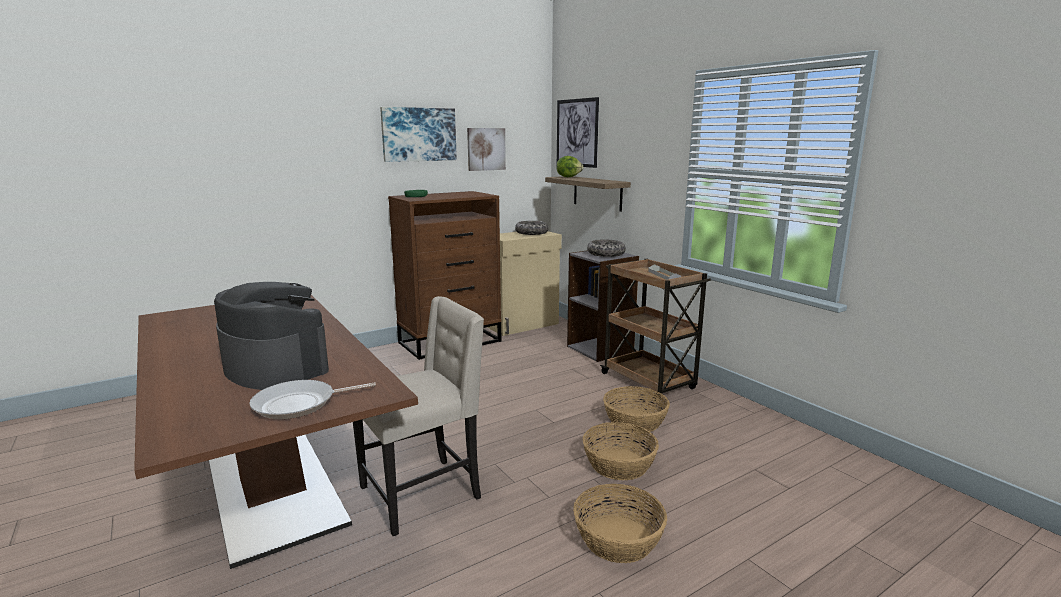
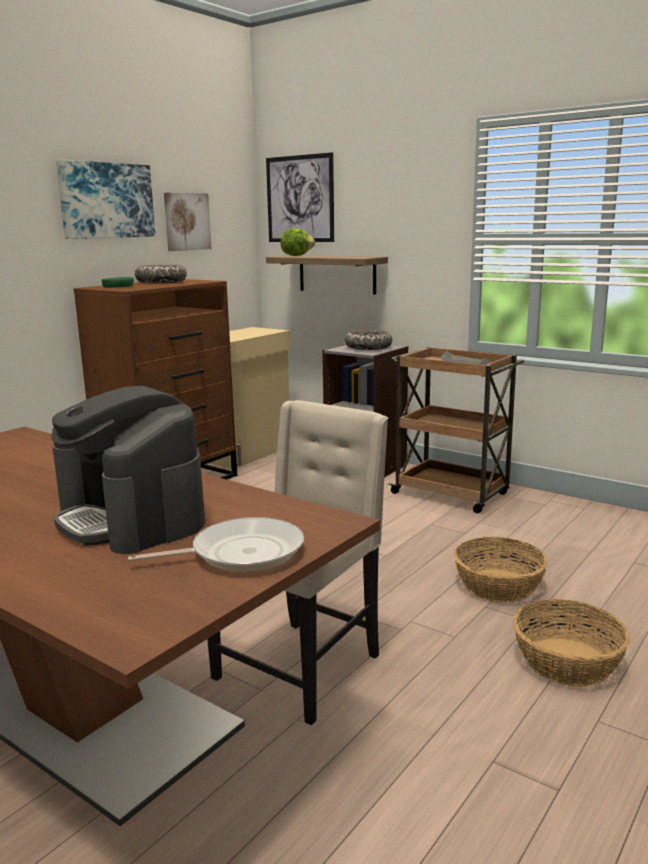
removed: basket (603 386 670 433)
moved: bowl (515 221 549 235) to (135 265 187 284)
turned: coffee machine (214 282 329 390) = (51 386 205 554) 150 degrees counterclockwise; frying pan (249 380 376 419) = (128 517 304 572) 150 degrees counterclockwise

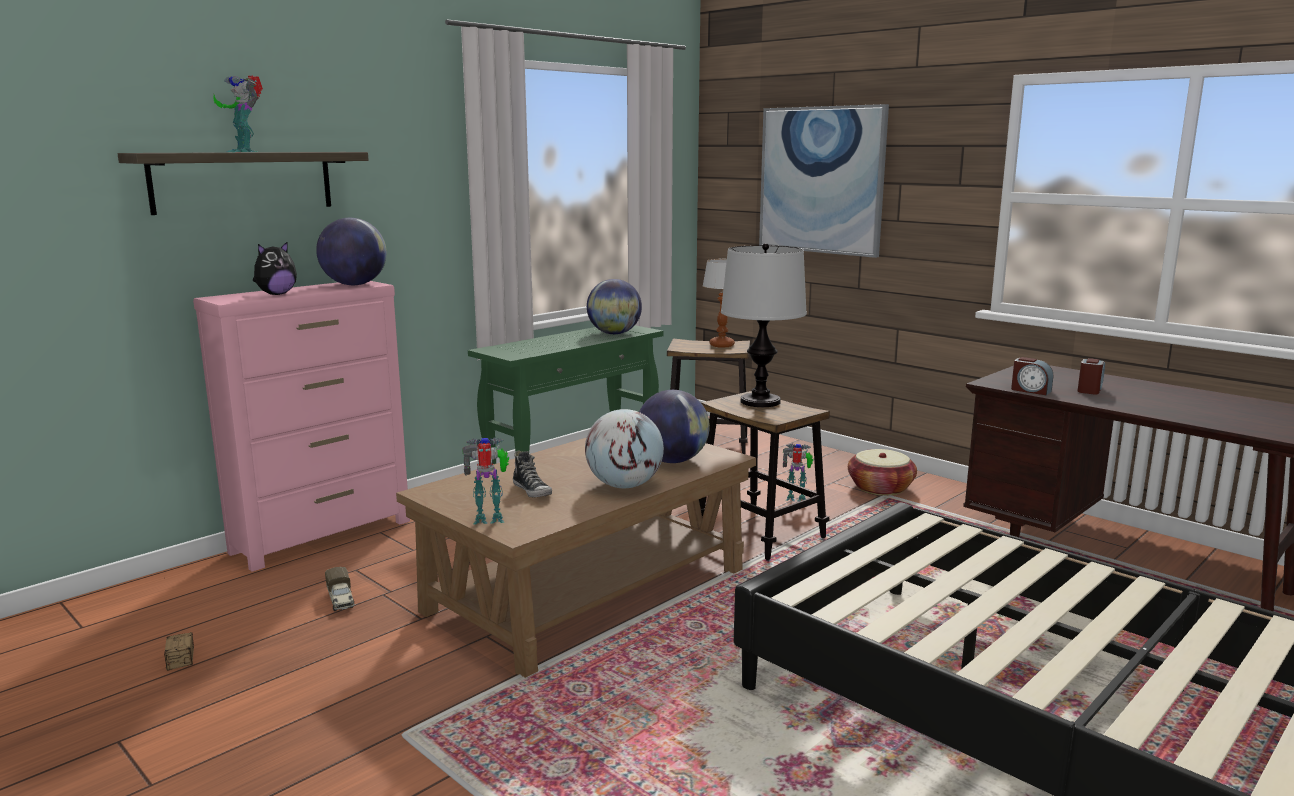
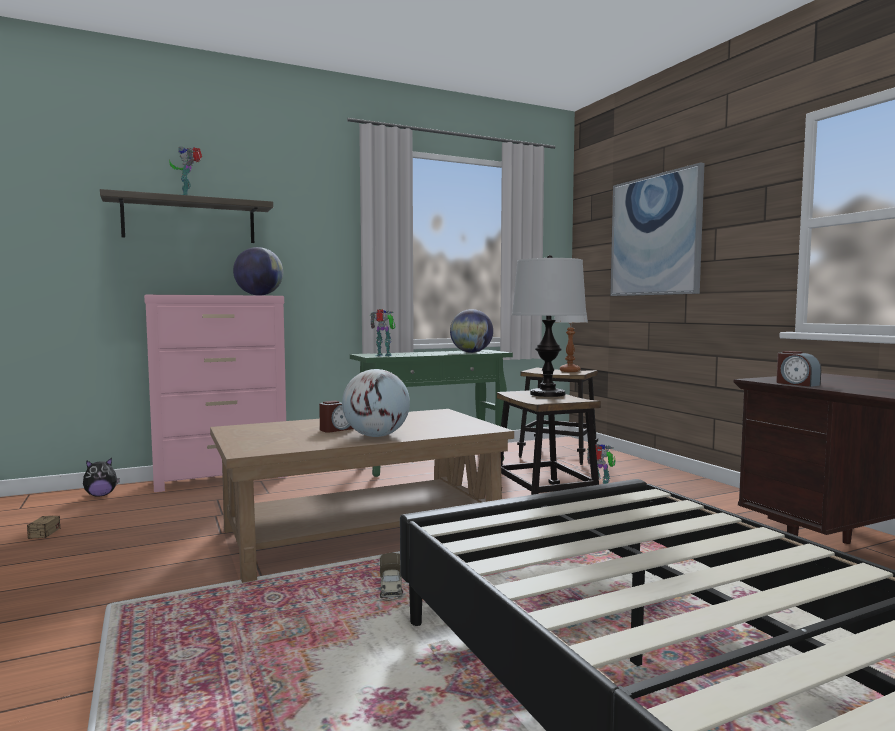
removed: shoe (513 451 552 497); globe (639 390 710 463); basket (848 449 917 496)
moved: plush toy (253 242 297 295) to (83 458 120 497); toy truck (325 567 355 611) to (380 553 403 598); toy robot (462 437 509 524) to (370 309 396 356); alarm clock (1078 358 1105 395) to (319 401 353 433)

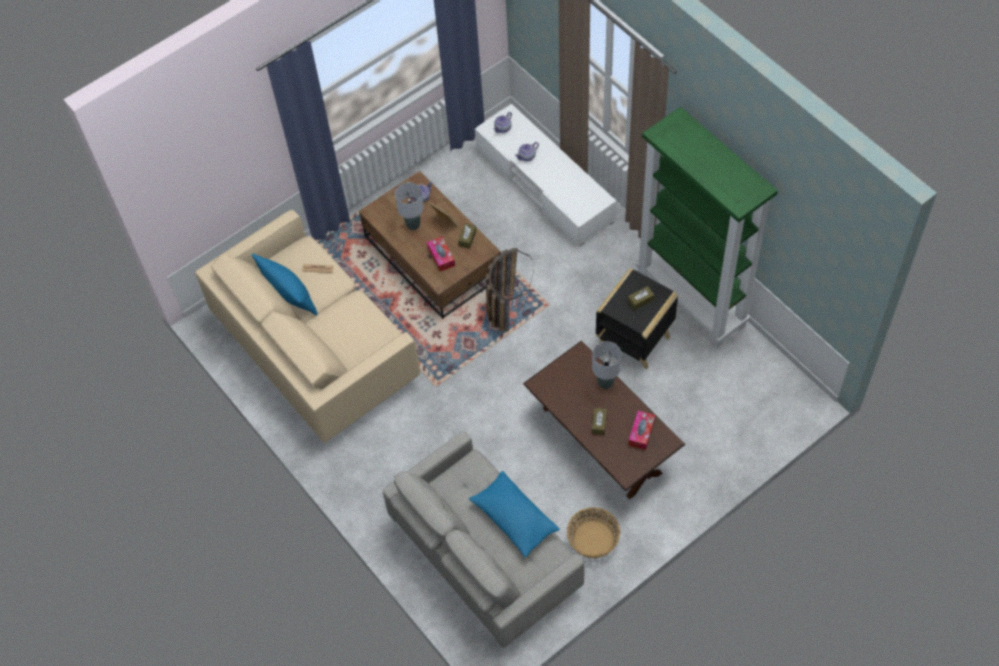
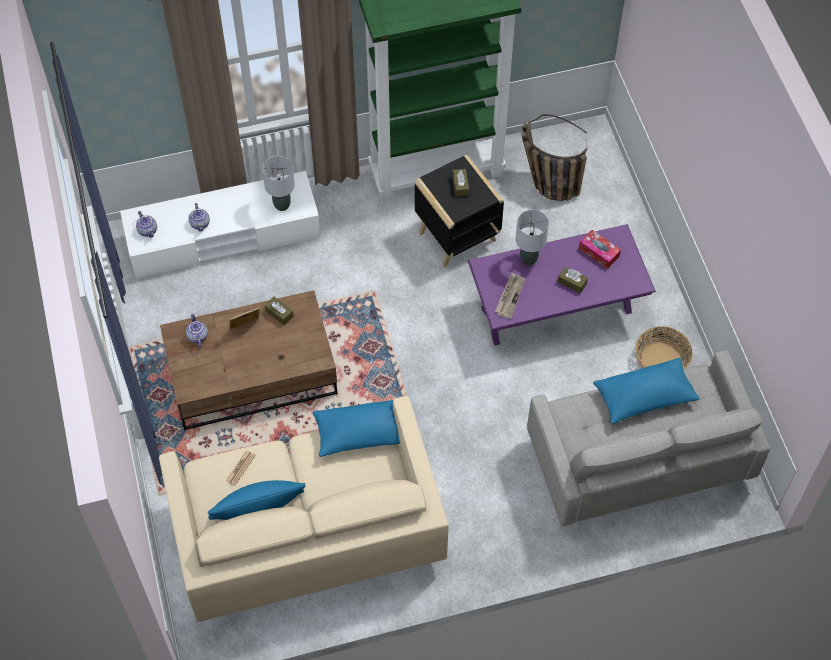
removed: tissue box (427 236 455 272)
added: pillow in blue (313 400 400 457); newspaper (495 272 525 319)
moved: table lamp in grey (395 182 424 230) to (262 156 295 211); basket (486 248 534 332) to (521 114 587 201)
recoloured: coffee table in brown (523 341 685 499) to coffee table in purple (468 224 656 346)

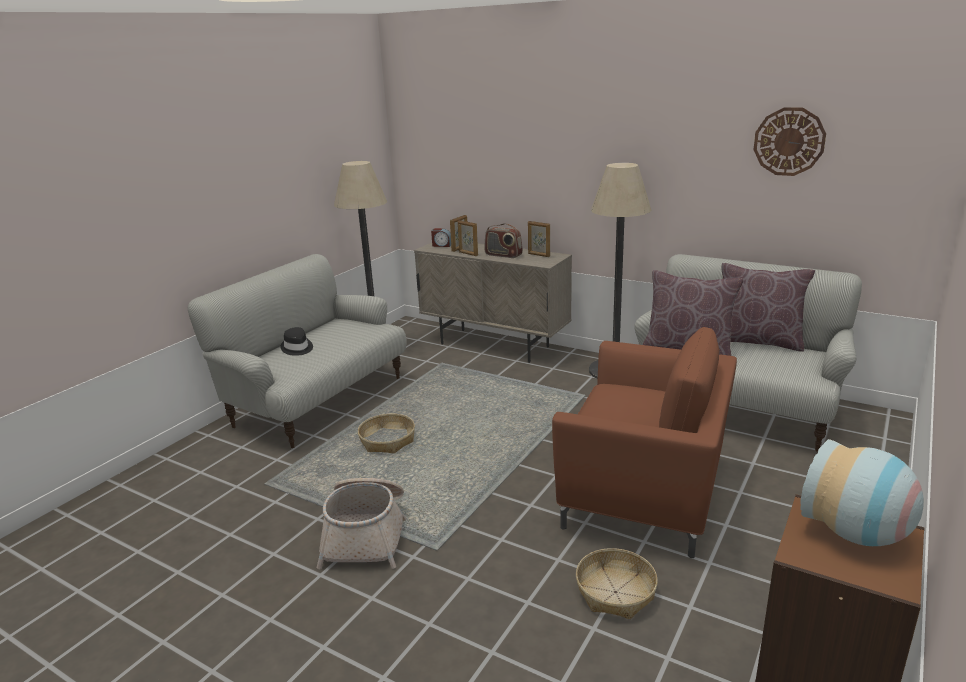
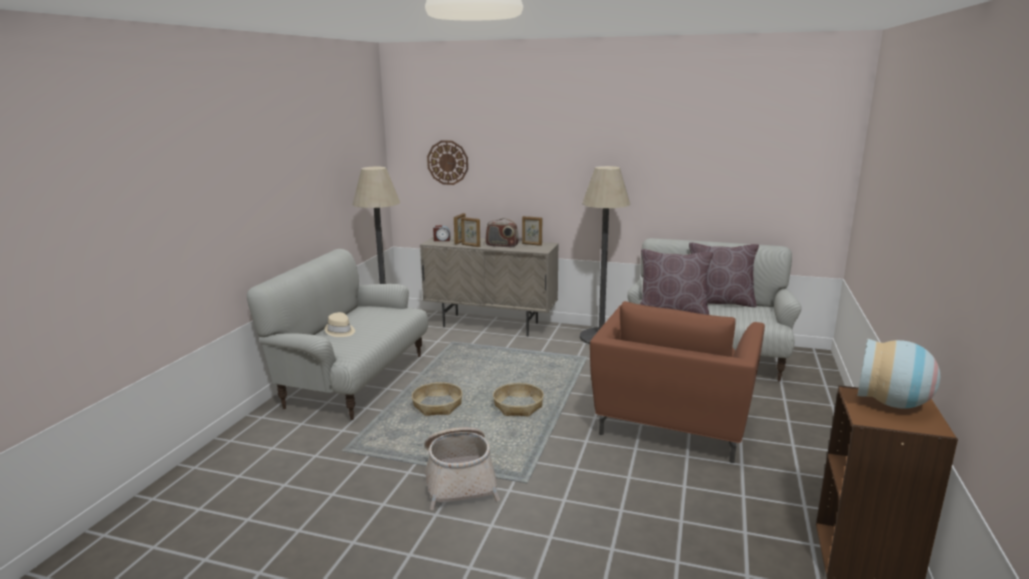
moved: basket (576 548 658 619) to (493 383 544 416); wall clock (754 107 826 176) to (427 140 468 185)
recoloured: hat in black (280 327 313 356) to hat in beige (324 312 355 337)
turned: armchair in brown (552 327 737 558) = (590 301 765 463) 105 degrees clockwise

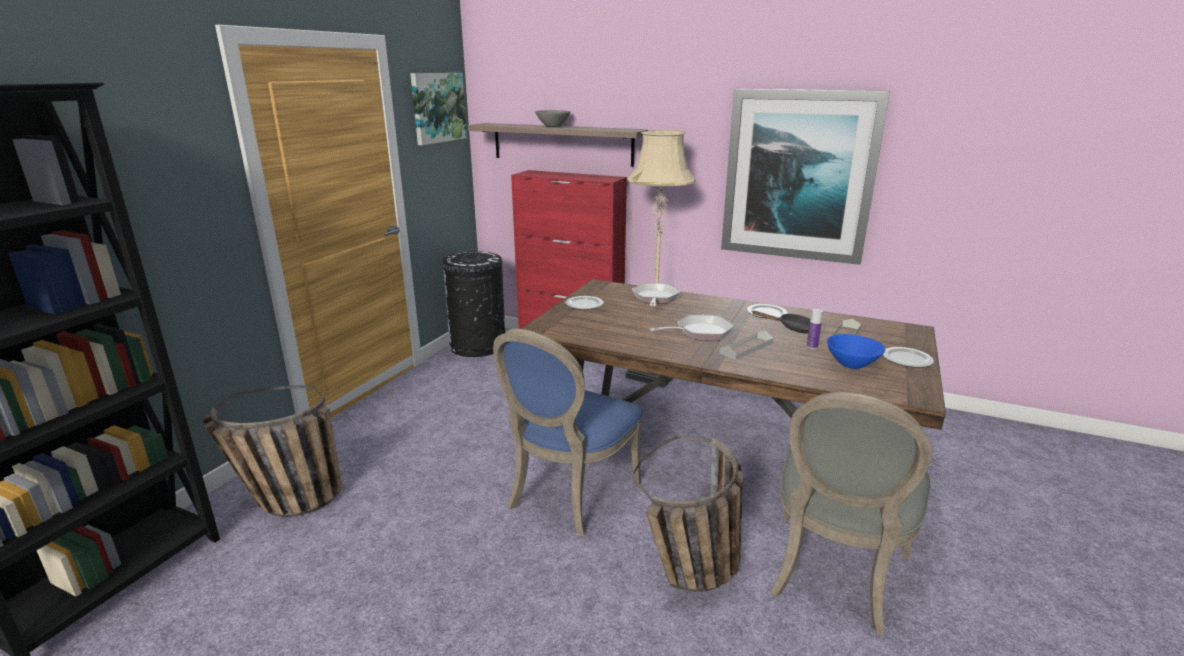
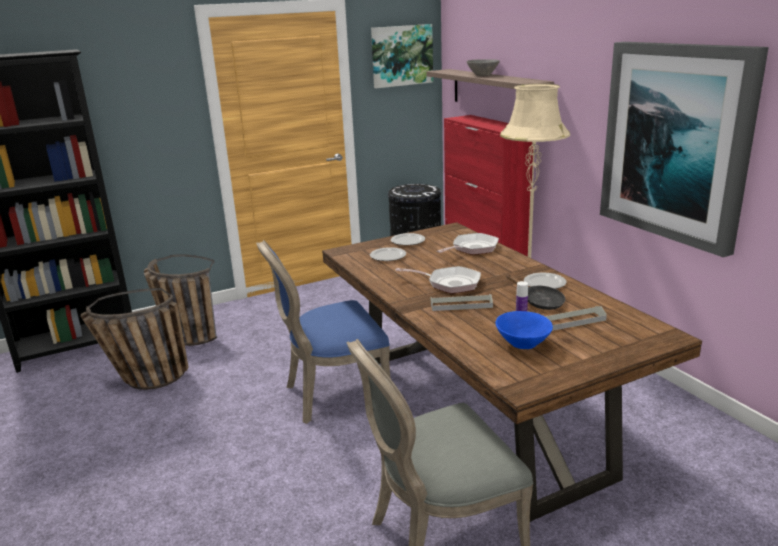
moved: basket (634 435 743 592) to (81 288 189 390); plate (883 347 934 368) to (370 247 406 261)

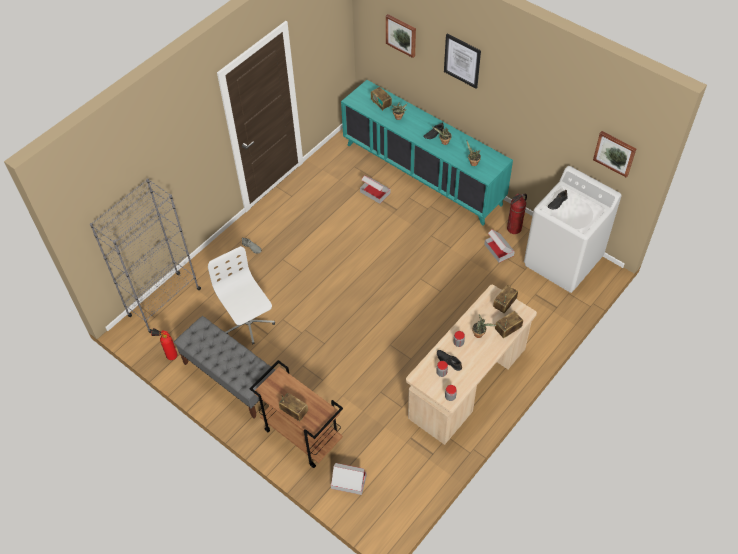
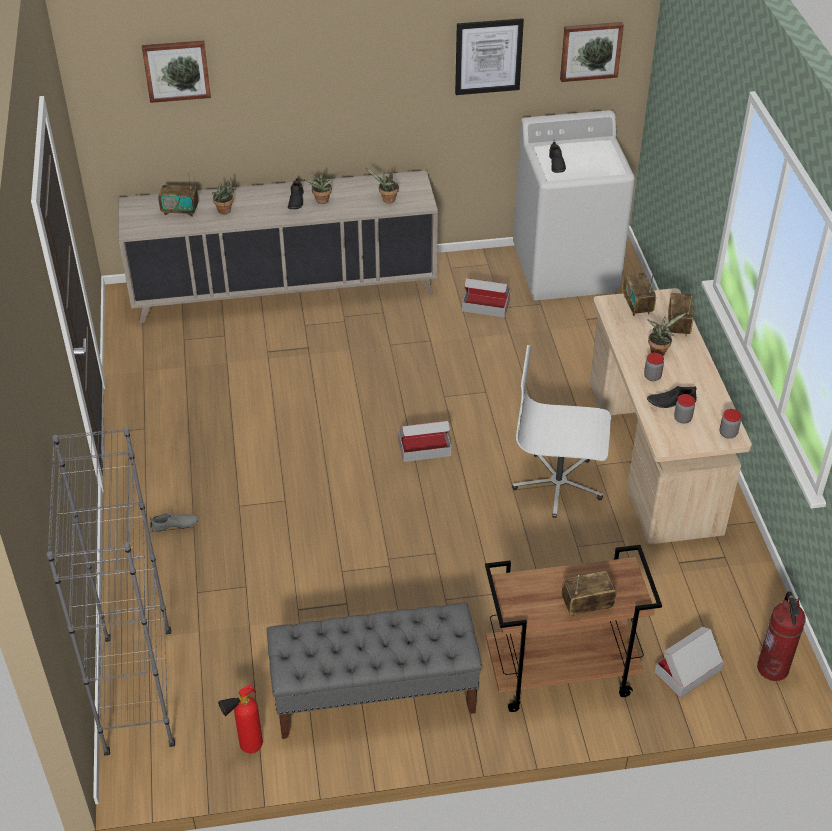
moved: office chair in white (208 246 275 344) to (512 345 611 518); cardboard box (360 175 391 204) to (398 421 451 462); picture (444 34 481 89) to (455 18 524 95); fire extinguisher (507 194 527 234) to (757 591 806 681)
recoloured: cabinet in turquoise (341 80 513 226) to cabinet in beige (118 170 438 323)

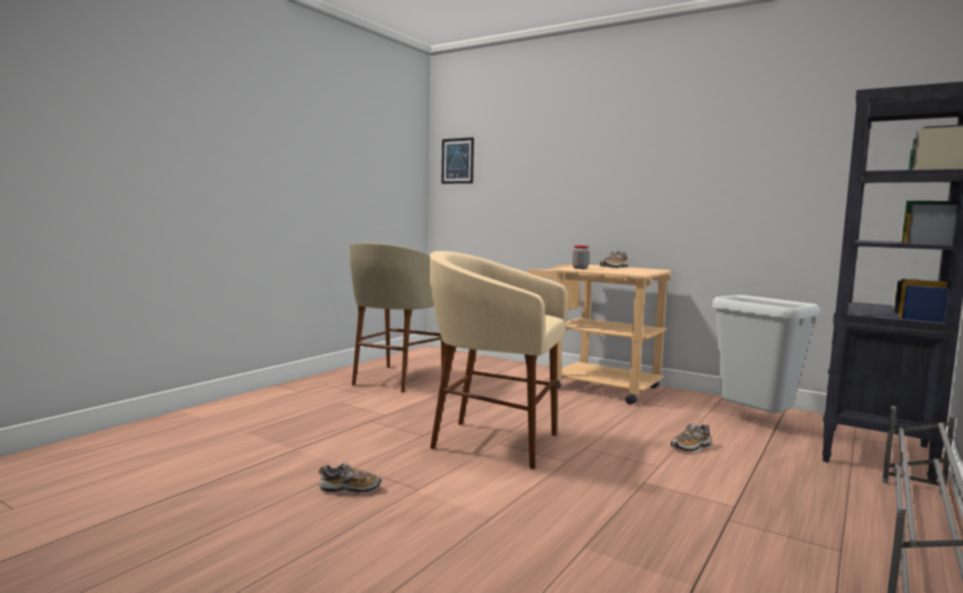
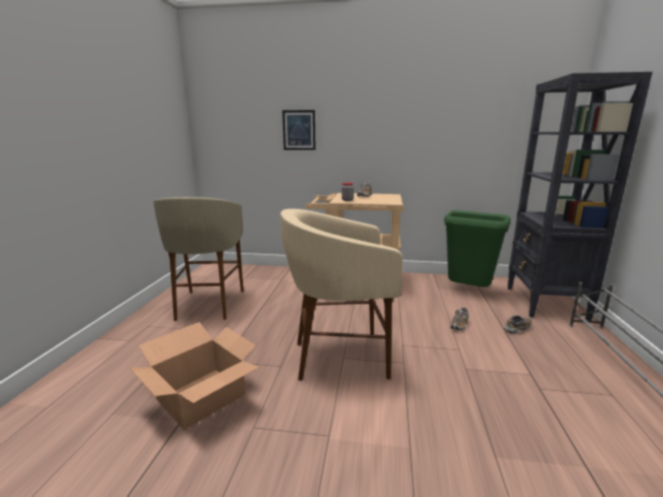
added: cardboard box (130 322 259 430)
moved: shoe (318 462 381 493) to (504 315 532 334); picture (441 137 474 184) to (282 110 315 150)
recoloured: trash can in grey (712 295 820 413) to trash can in green (444 210 511 287)

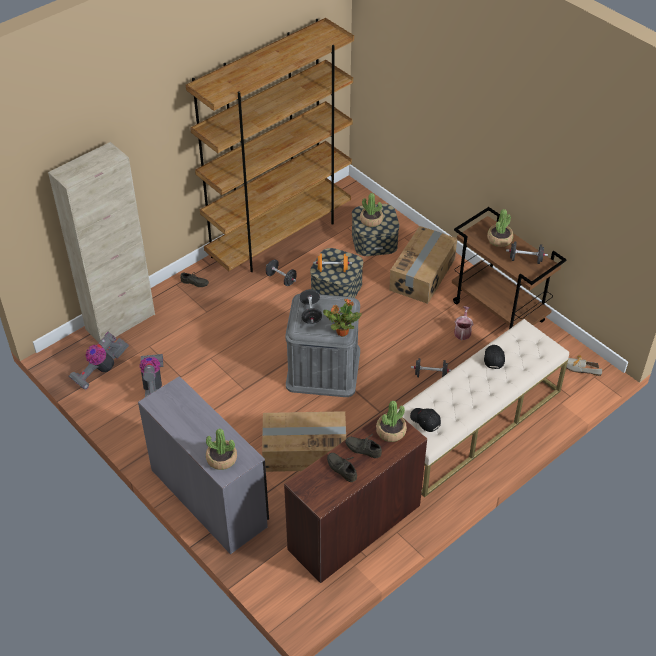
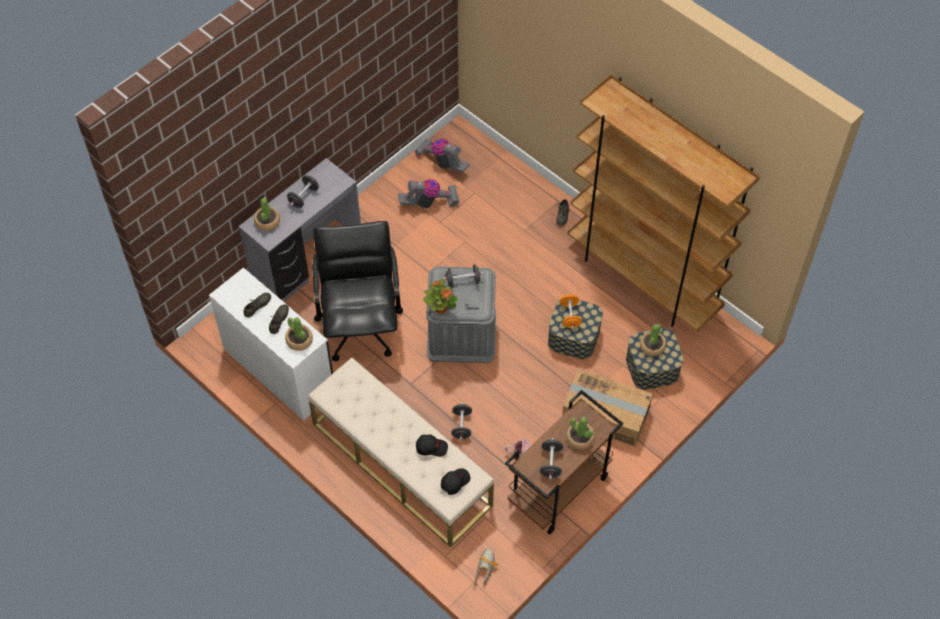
removed: cabinet in beige (48 142 155 343)
moved: dumbbell in black (266 259 297 286) to (287 175 319 208); cap in black (410 408 441 432) to (441 468 470 495)
replaced: cardboard box (262 411 346 472) to office chair in black (312 221 403 361)
recoloured: desk in brown (284 410 427 583) to desk in white (209 267 333 421)

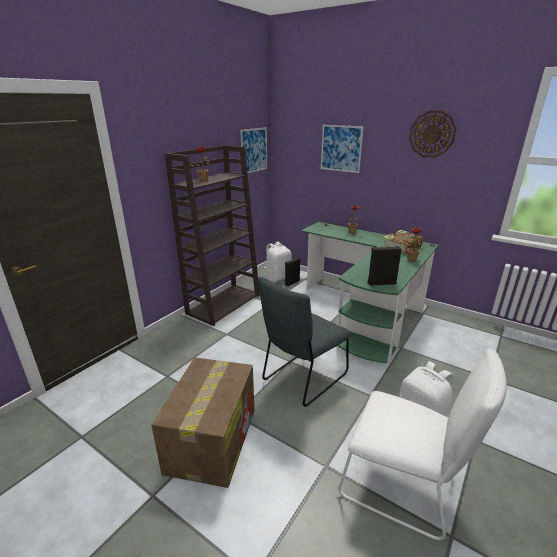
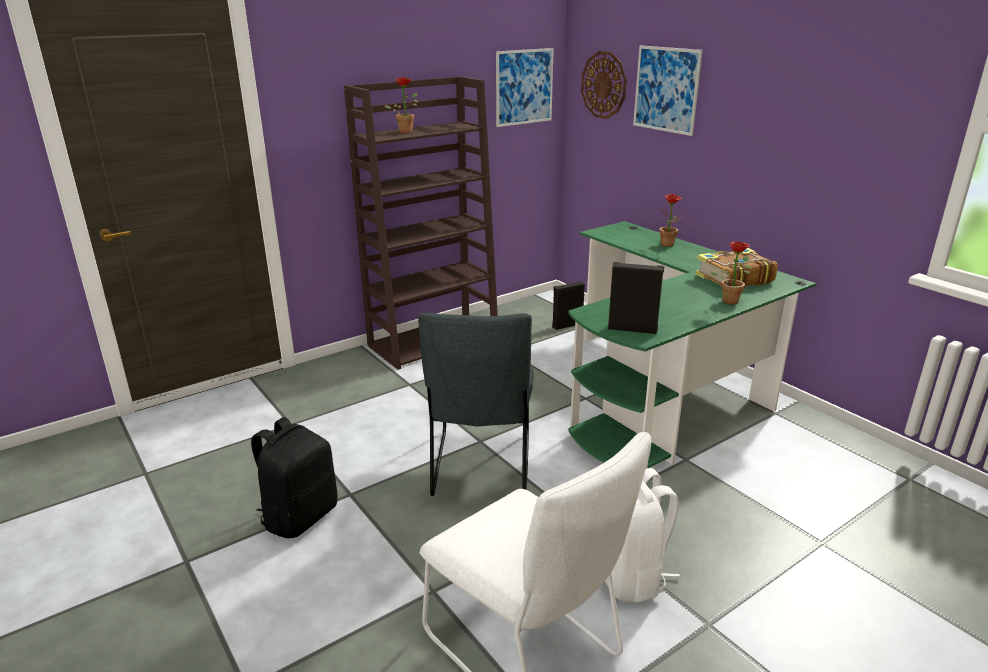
removed: backpack in white (265 242 292 282)
moved: wall clock (409 111 456 158) to (581 51 627 119)
replaced: cardboard box (151 357 254 488) to backpack in black (251 417 337 538)
turned: chair in grey (258 277 351 407) = (418 313 534 496) 60 degrees counterclockwise

